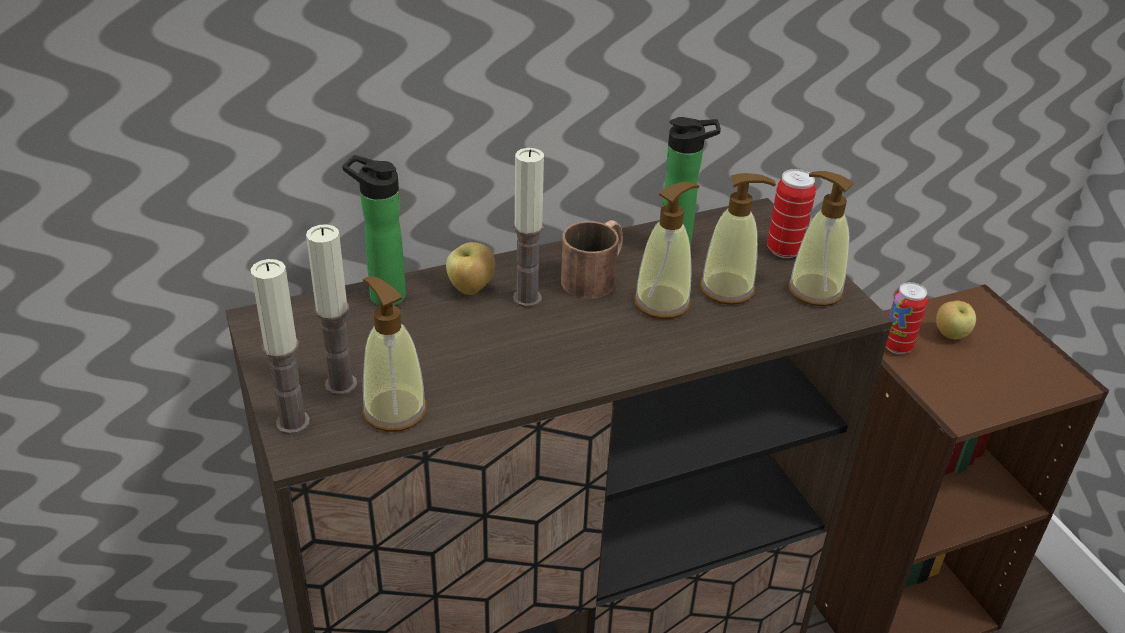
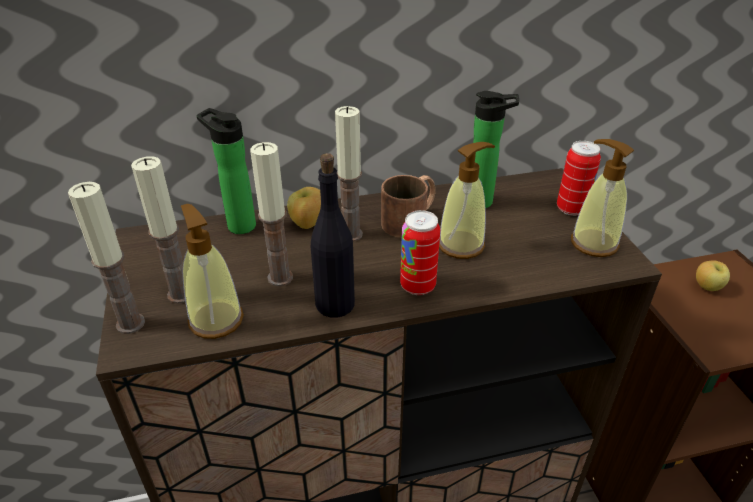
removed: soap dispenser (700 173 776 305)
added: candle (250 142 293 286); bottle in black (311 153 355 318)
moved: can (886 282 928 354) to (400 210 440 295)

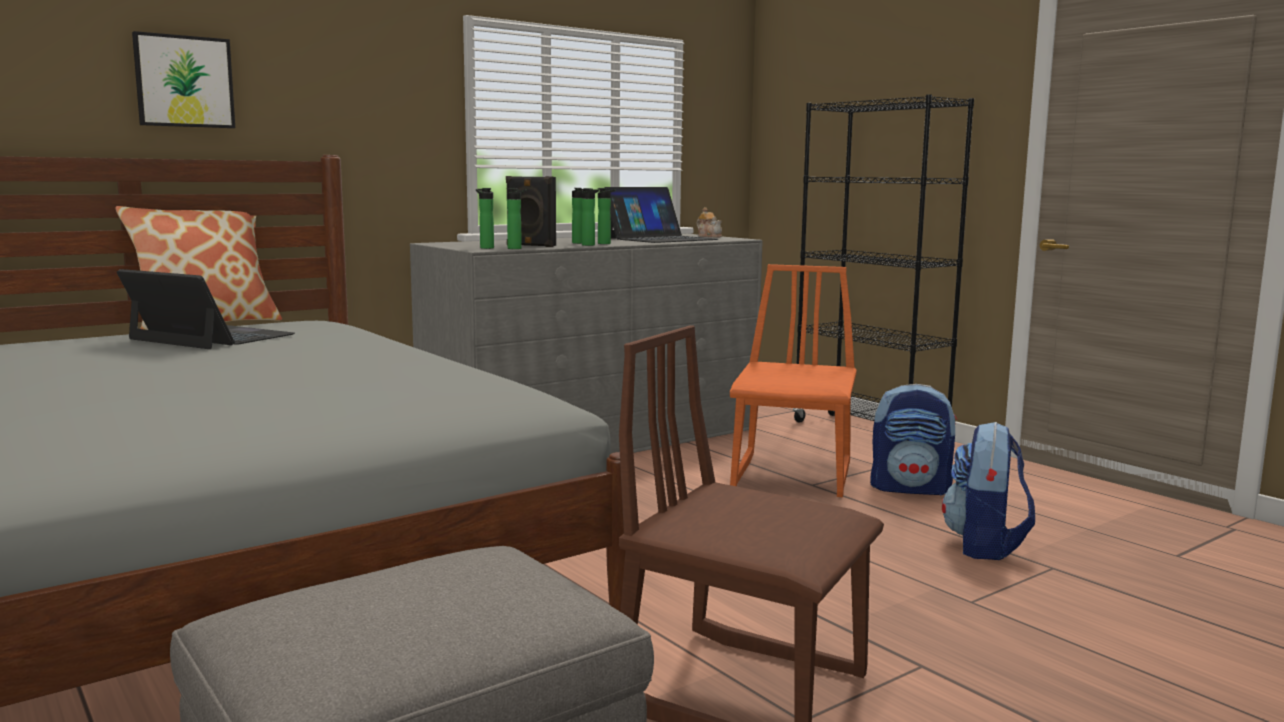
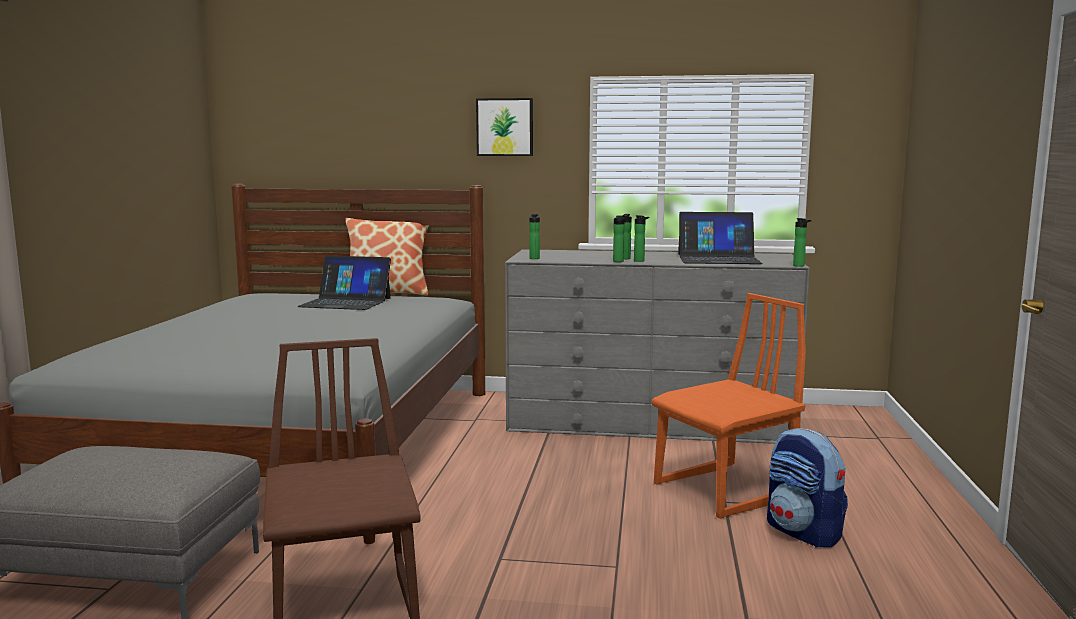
removed: speaker in black (506 176 556 247); teapot (697 207 722 238); bookcase in black (793 94 974 423); backpack (942 422 1035 560)
moved: picture (132 31 235 128) to (476 98 533 156); bottle (507 188 527 249) to (793 218 812 267)
turned: laptop (117 269 295 349) = (297 256 391 310) 120 degrees clockwise

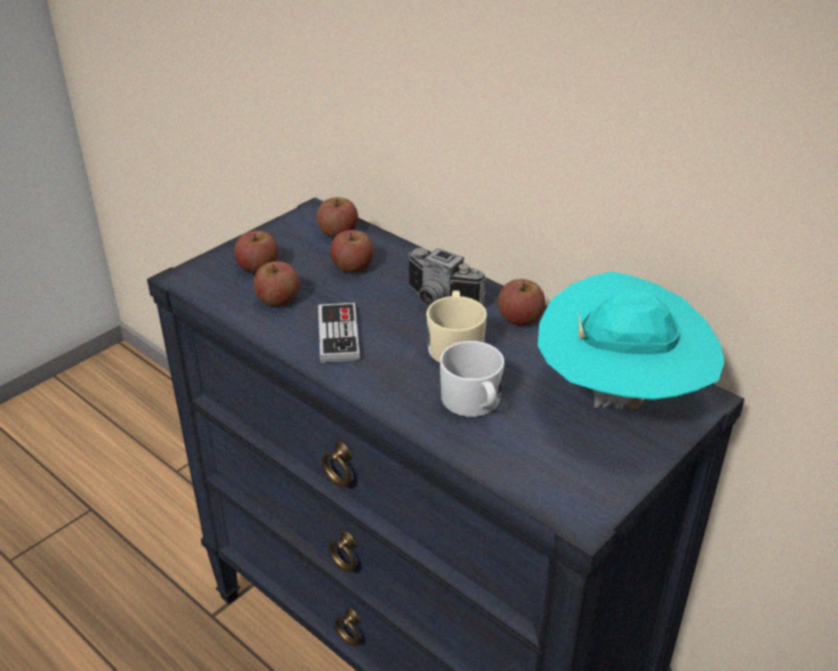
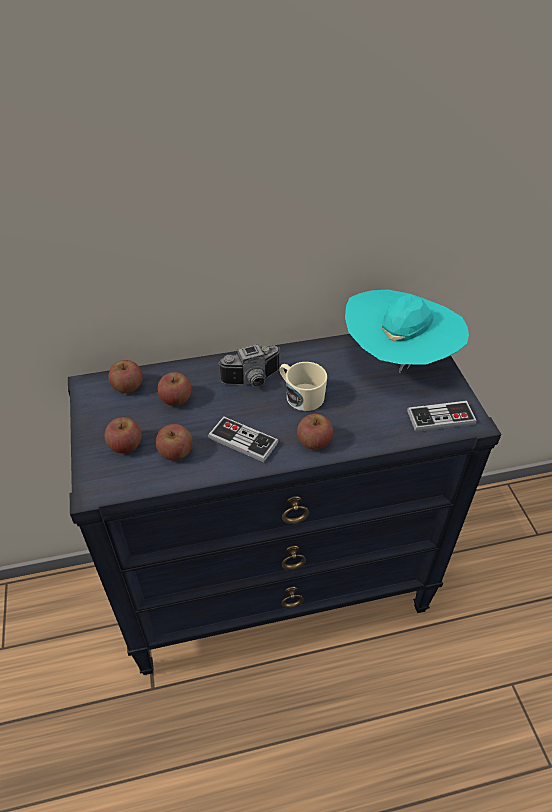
removed: mug in white (440 341 505 417)
added: game controller (407 401 477 432)
moved: apple (498 279 545 326) to (297 414 333 450)

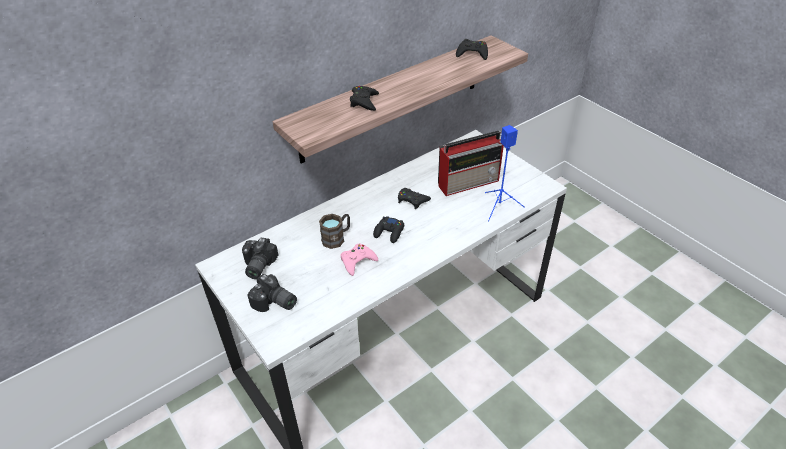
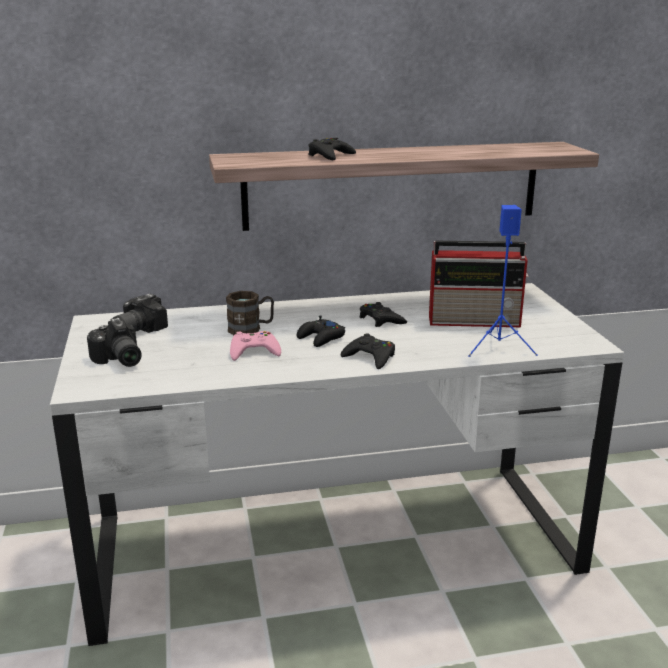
moved: game controller in black (456 39 488 60) to (341 333 395 369)

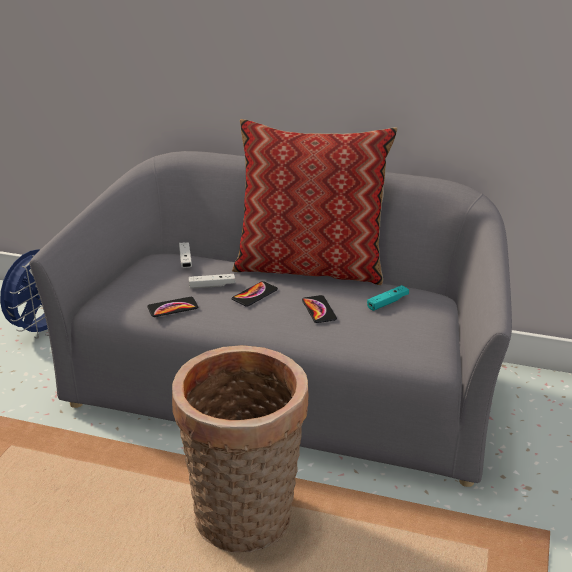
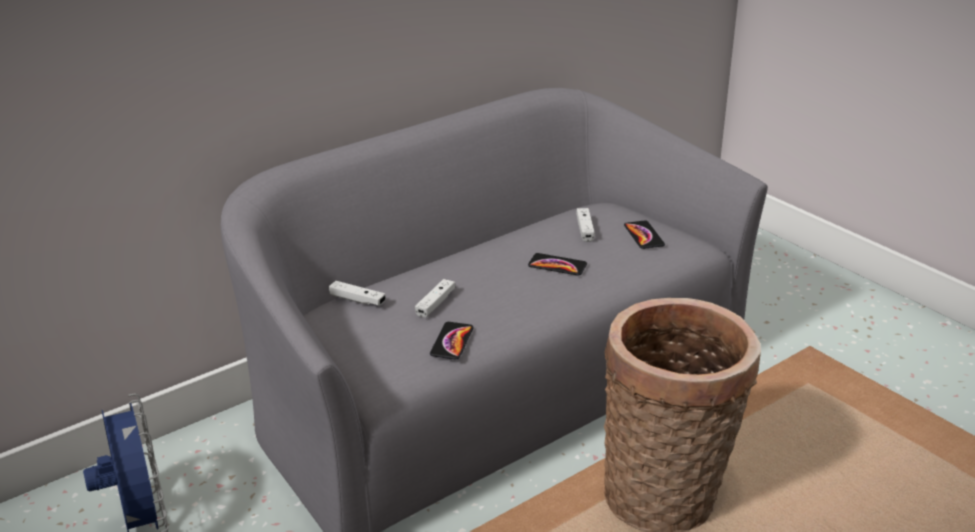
removed: pillow (232 119 398 285)
moved: phone (232 281 278 307) to (624 221 665 249)
recoloured: game controller in turquoise (367 285 409 311) to game controller in white (576 208 595 242)

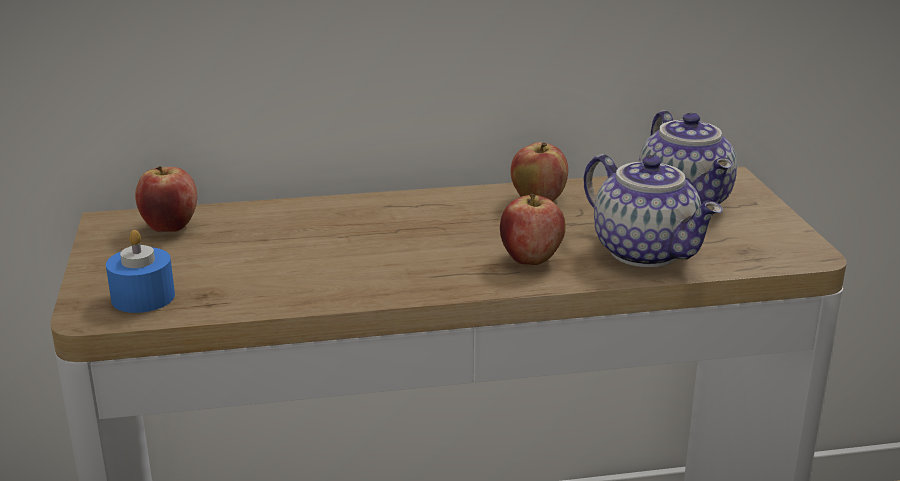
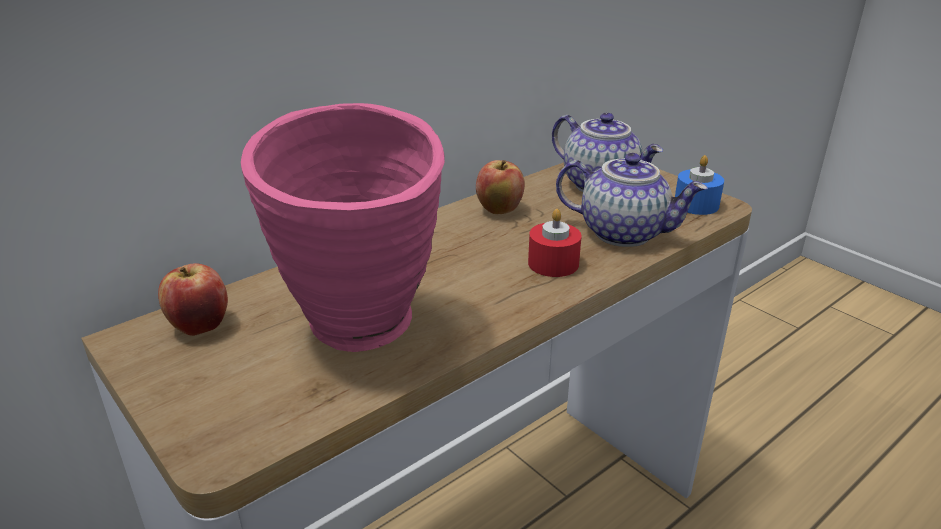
added: vase in pink (241 103 445 352)
moved: candle in blue (106 230 175 313) to (675 155 724 215)
replaced: apple (500 194 566 265) to candle in red (528 209 581 277)

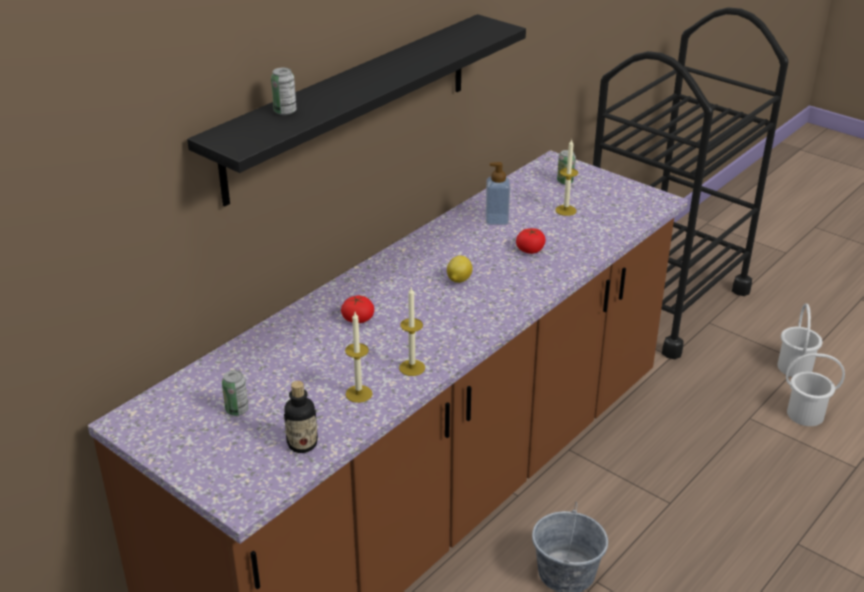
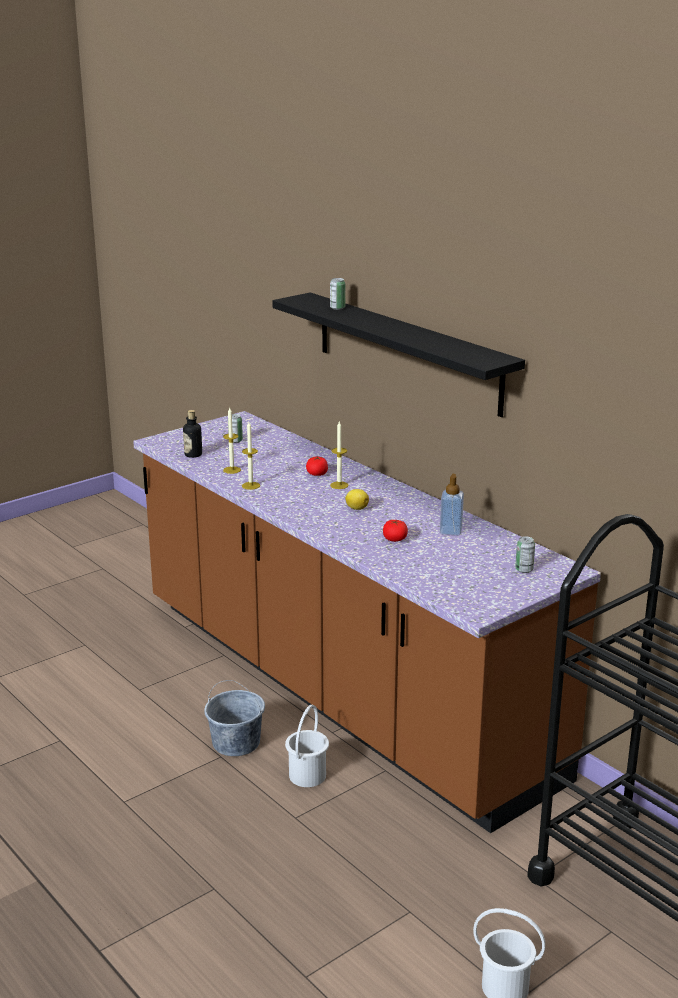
moved: candle (556 138 578 216) to (330 421 349 489); bucket in white (786 353 845 426) to (285 705 329 787)

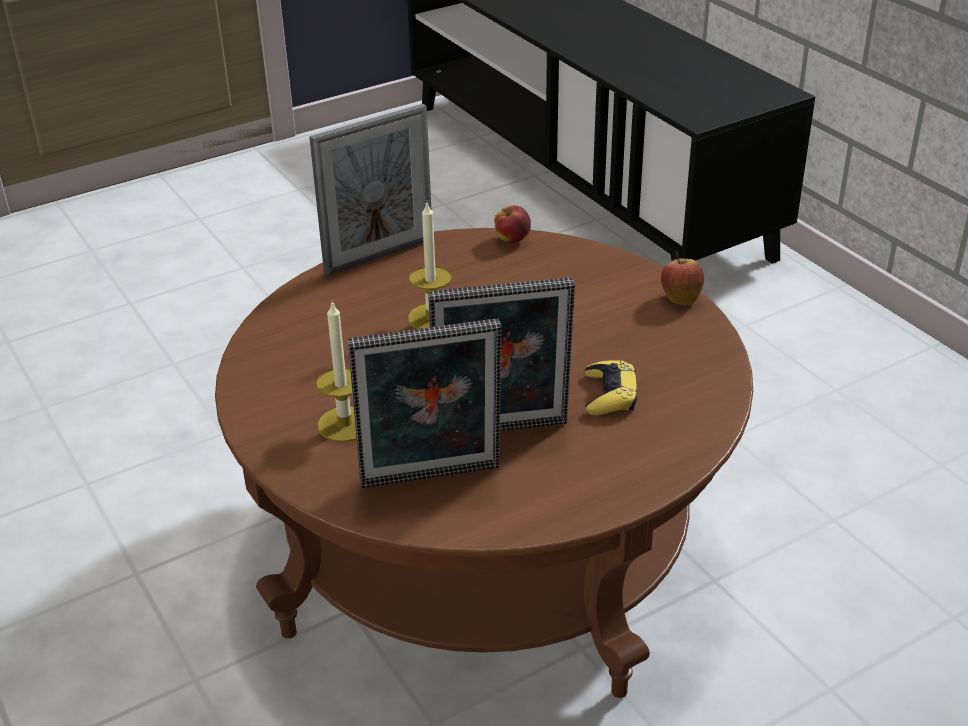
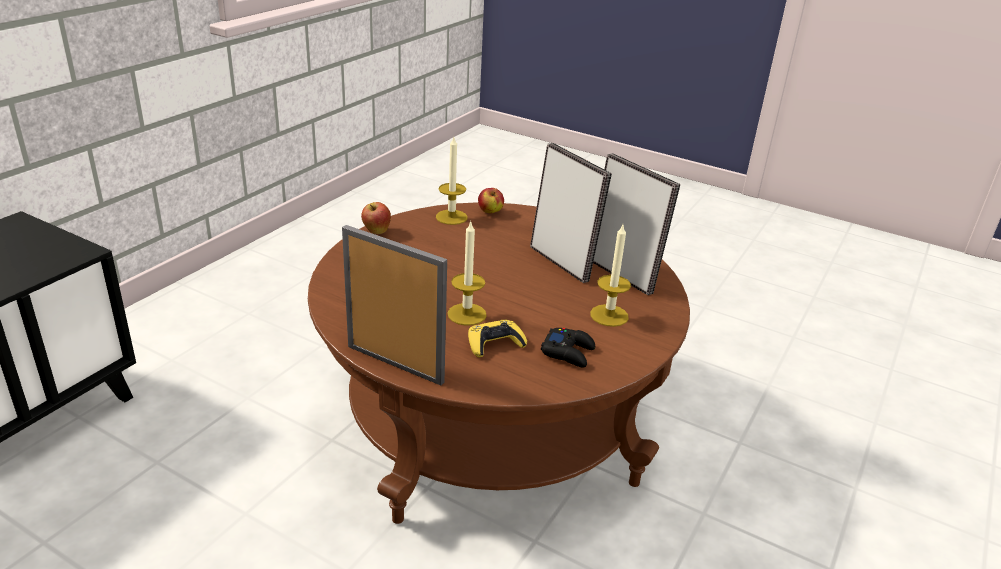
added: candle (436 137 468 225); game controller in black (541 328 595 368)
moved: apple (494 205 531 243) to (478 188 504 213); game controller in yellow (584 360 637 415) to (468 320 527 357)

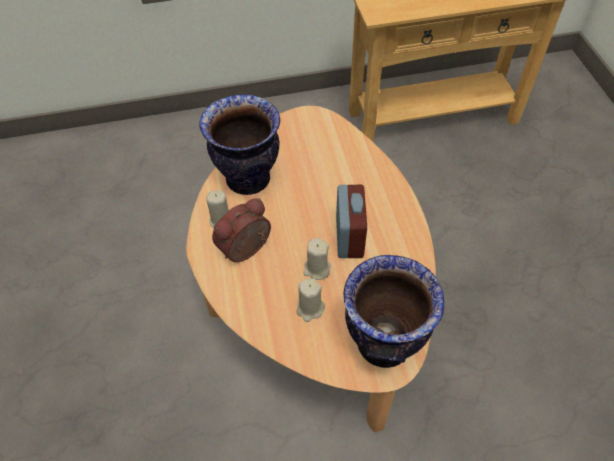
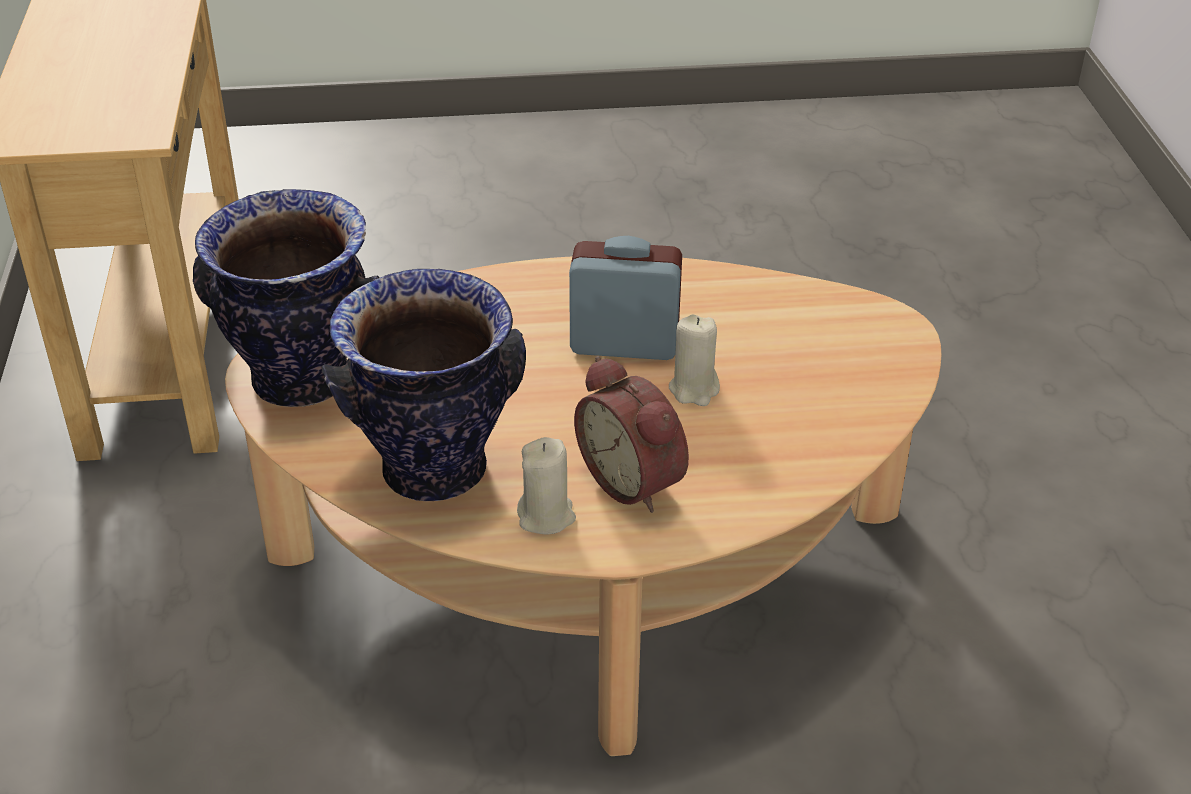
removed: candle in beige (297 278 325 322)
moved: vase (344 255 444 368) to (193 189 380 407)

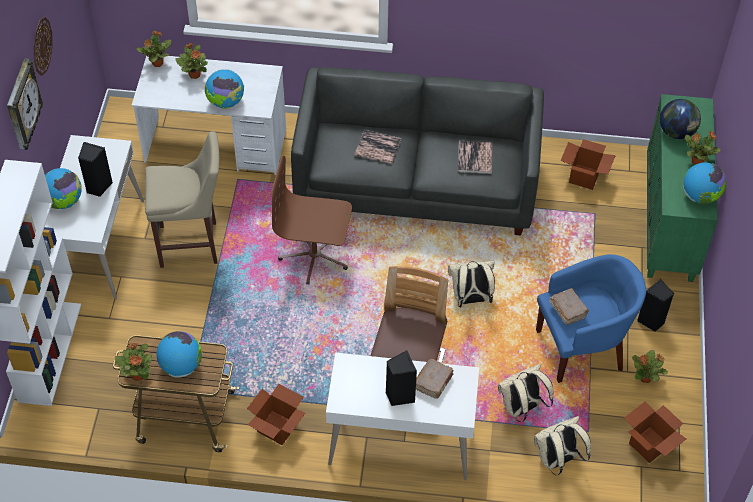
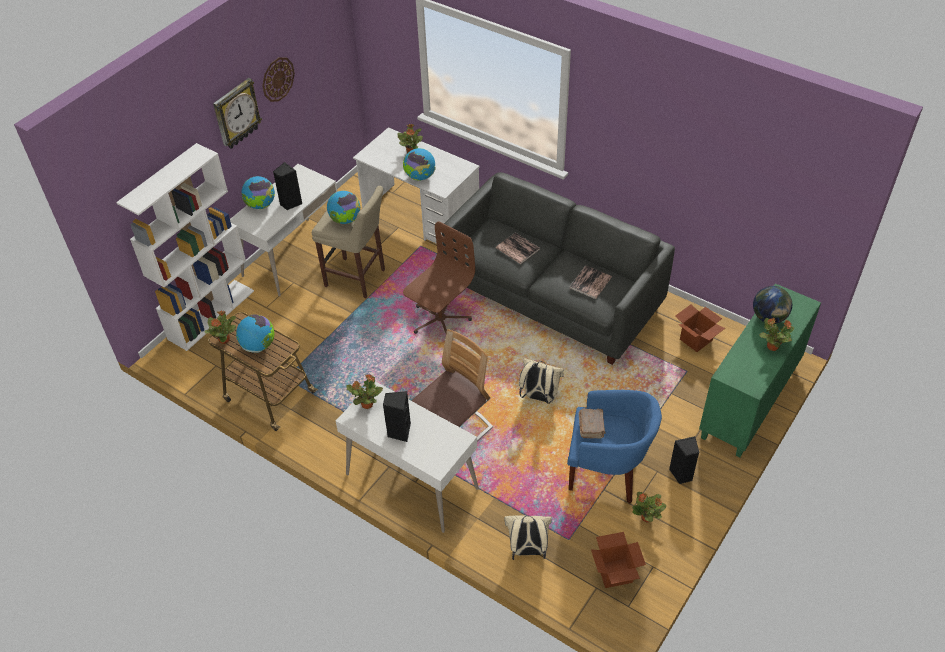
removed: cardboard box (247 384 305 445); book in brown (416 358 454 399); backpack in beige (498 364 553 422)
moved: potted plant (137 31 171 67) to (346 374 383 409); globe (683 162 726 204) to (327 191 361 224)
turned: office chair in brown (271 156 352 285) = (403 221 475 334) 90 degrees clockwise

